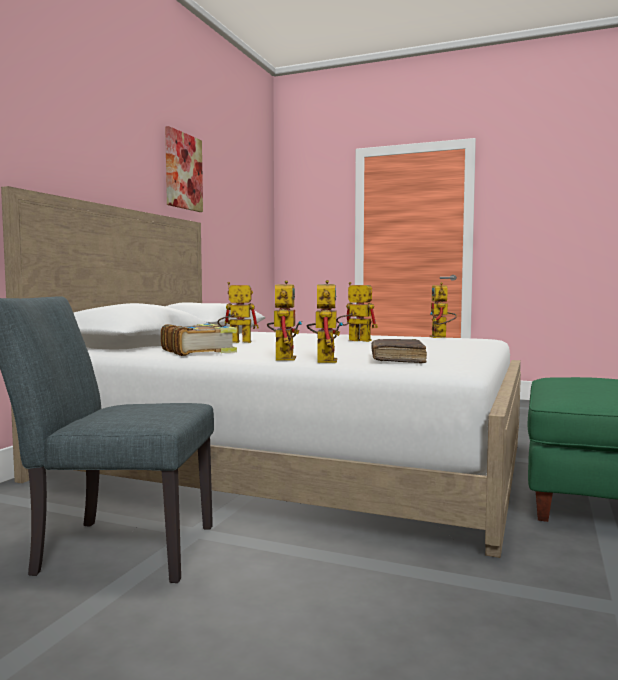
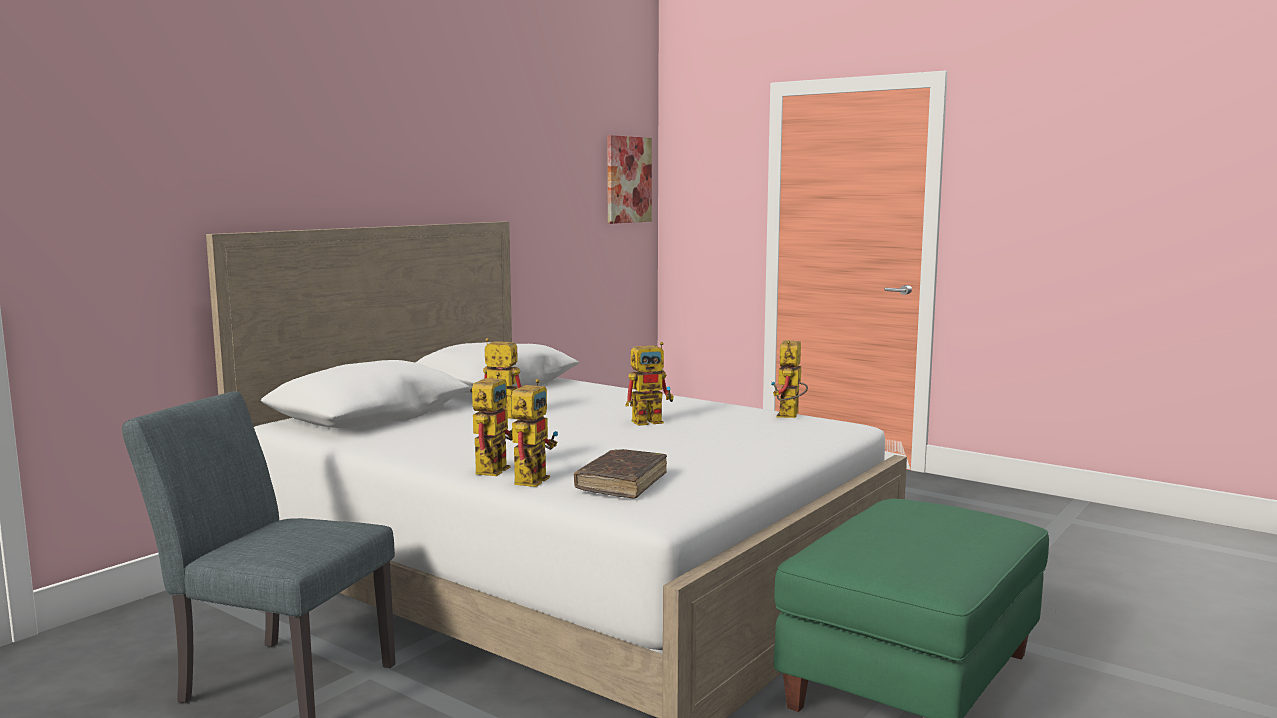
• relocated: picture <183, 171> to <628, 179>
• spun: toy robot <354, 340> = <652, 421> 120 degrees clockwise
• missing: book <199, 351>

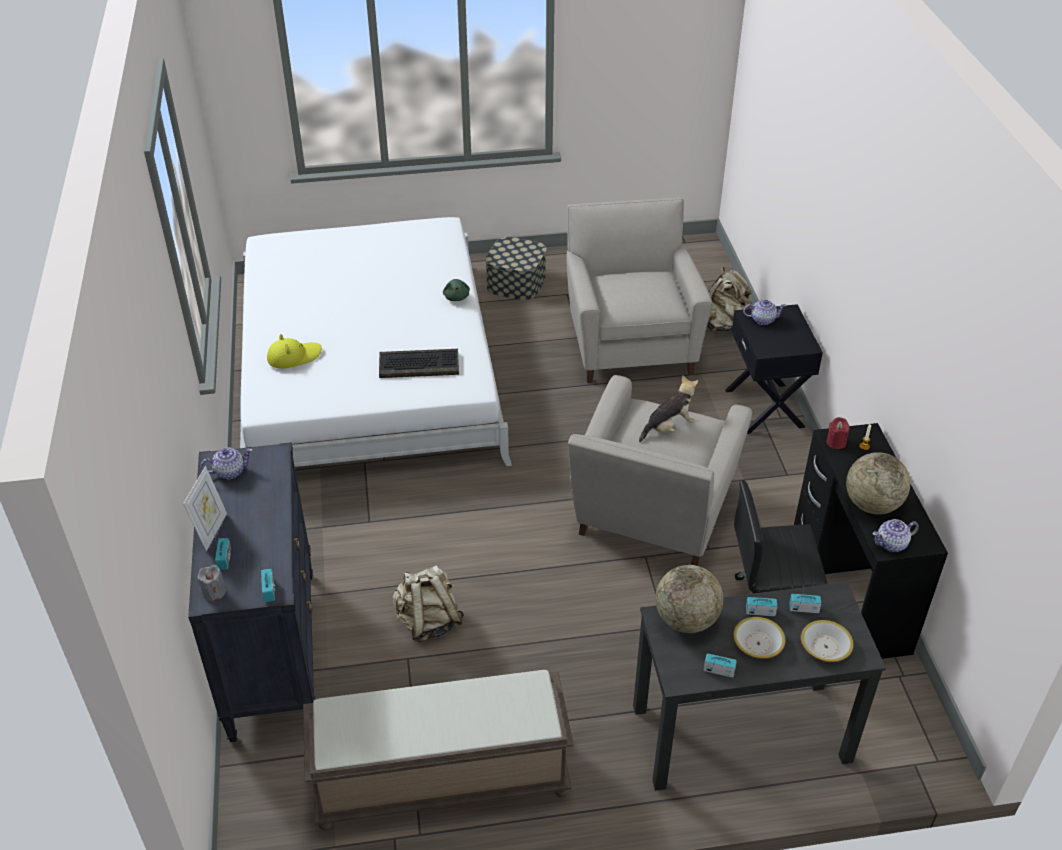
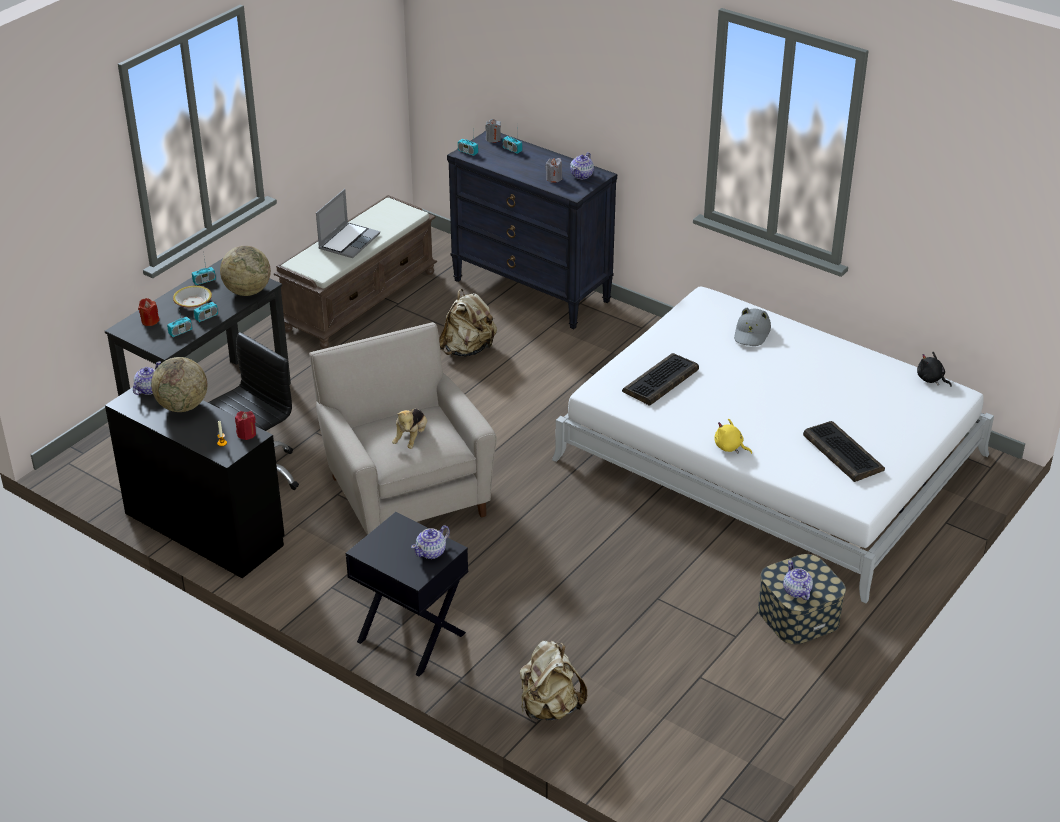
• missing: beige armchair <629, 340>
• colour: green plush toy <456, 297> to yellow plush toy <730, 447>
• colour: yellow hat <294, 356> to grey hat <752, 333>
• missing: picture frame <211, 531>
• exchanged: bowl <825, 647> to red candle <150, 321>
• appeared: grey candle <553, 179>
• appeared: laptop <349, 241>
• appeared: black plush toy <931, 379>
• appeared: keyboard <841, 452>
• appeared: teapot <796, 591>

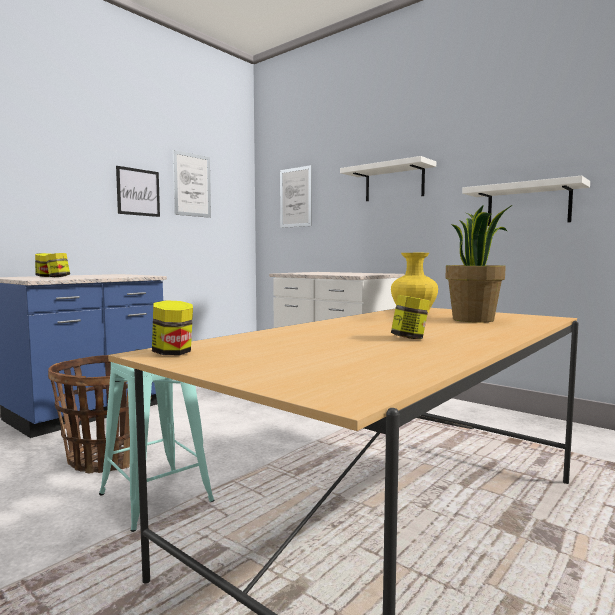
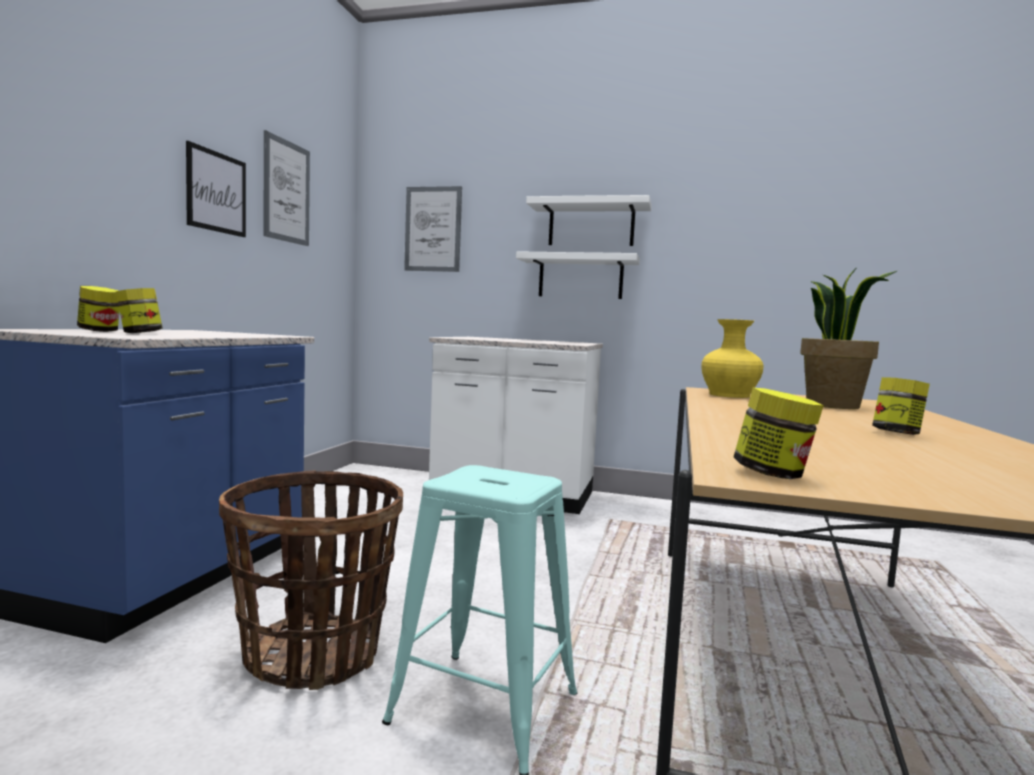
• relocated: white shelf <528, 205> to <580, 277>

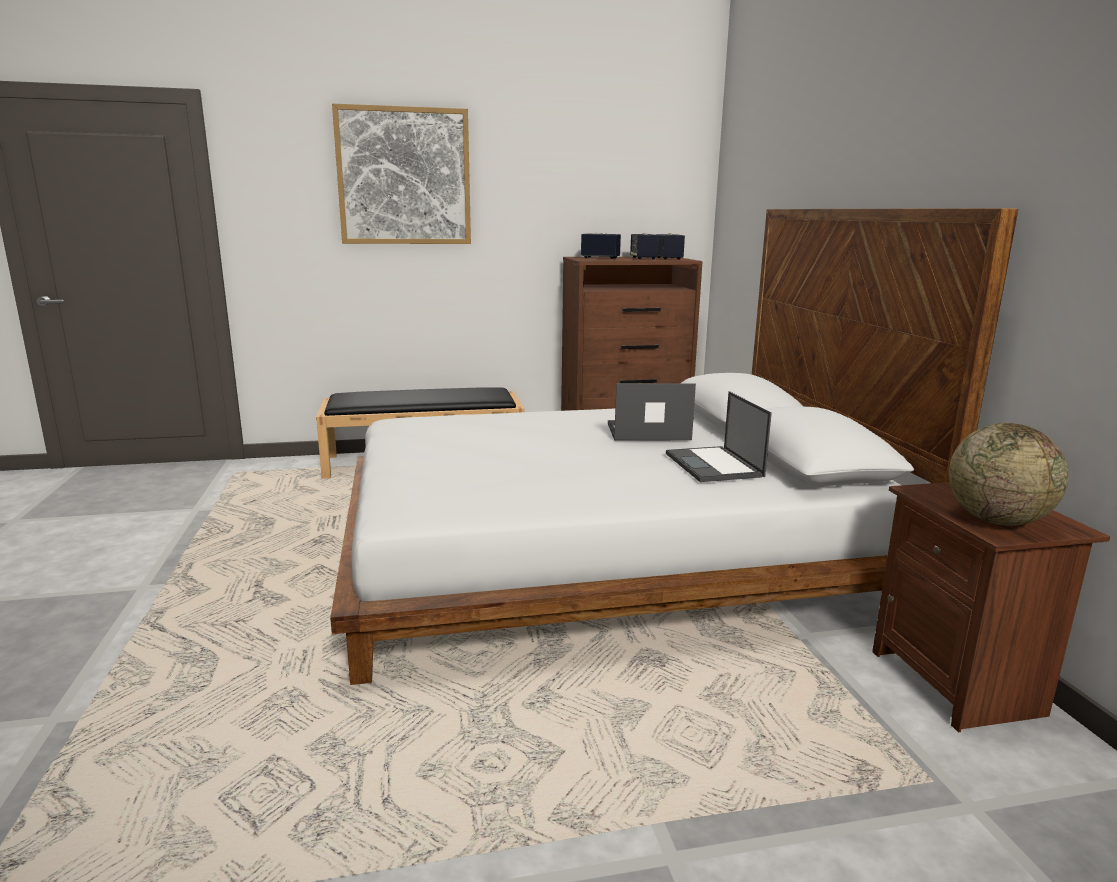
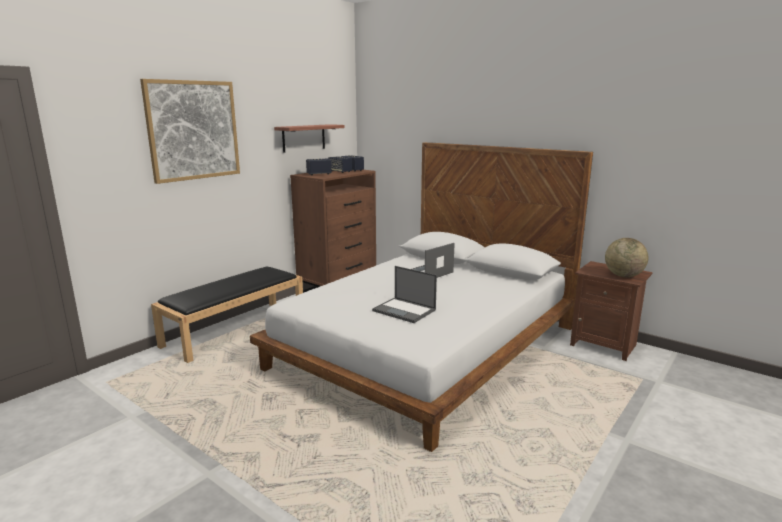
• relocated: laptop <714, 465> to <405, 310>
• appeared: shelf <303, 138>

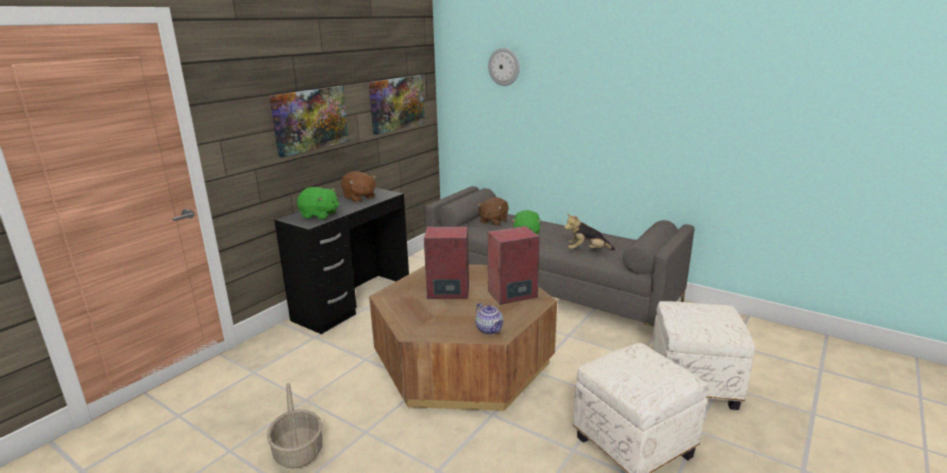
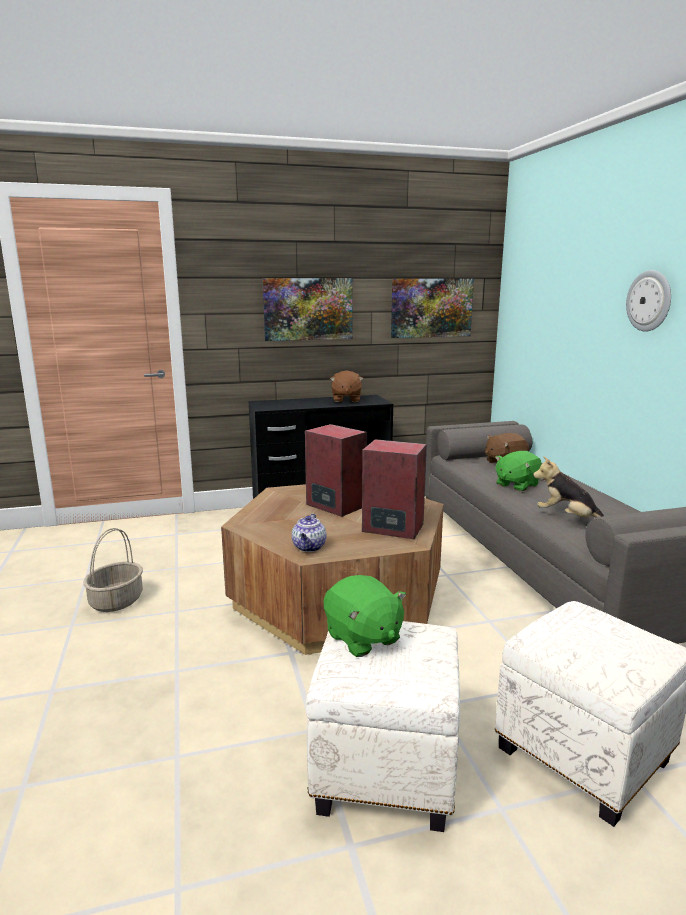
• relocated: wall clock <504, 66> to <649, 301>
• relocated: green plush toy <319, 215> to <362, 638>

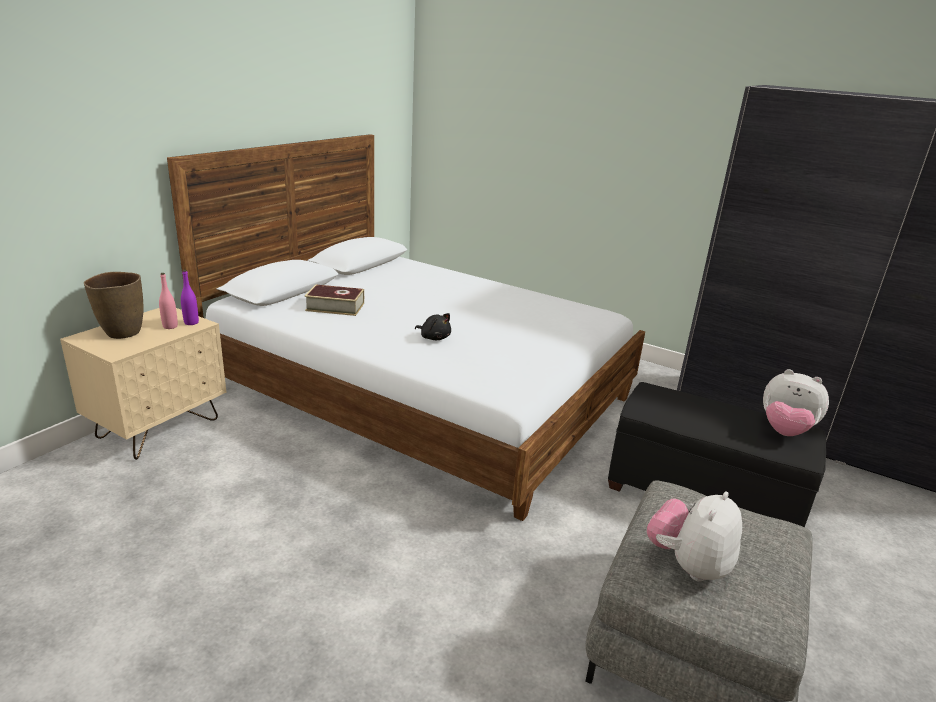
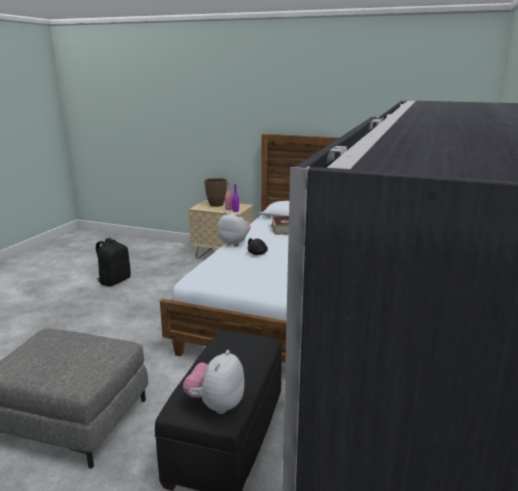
• relocated: plush toy <688, 565> to <234, 243>
• appeared: black backpack <114, 281>

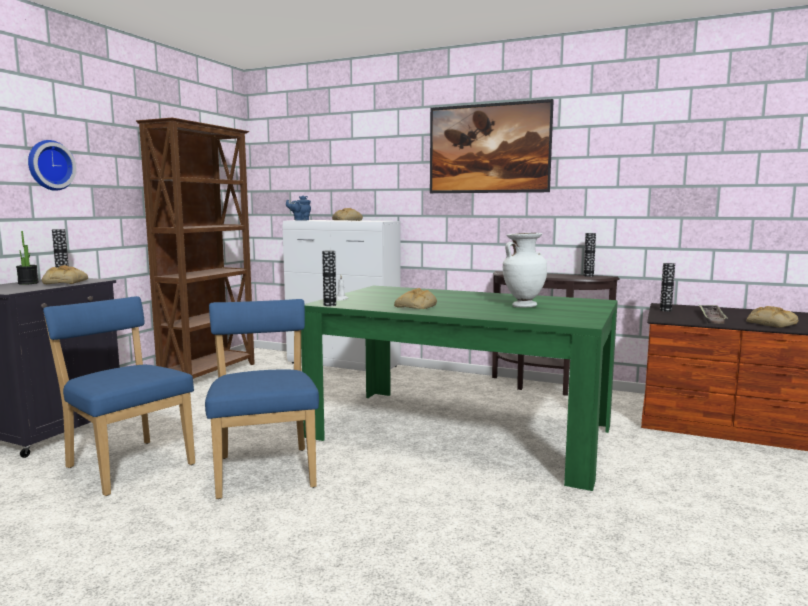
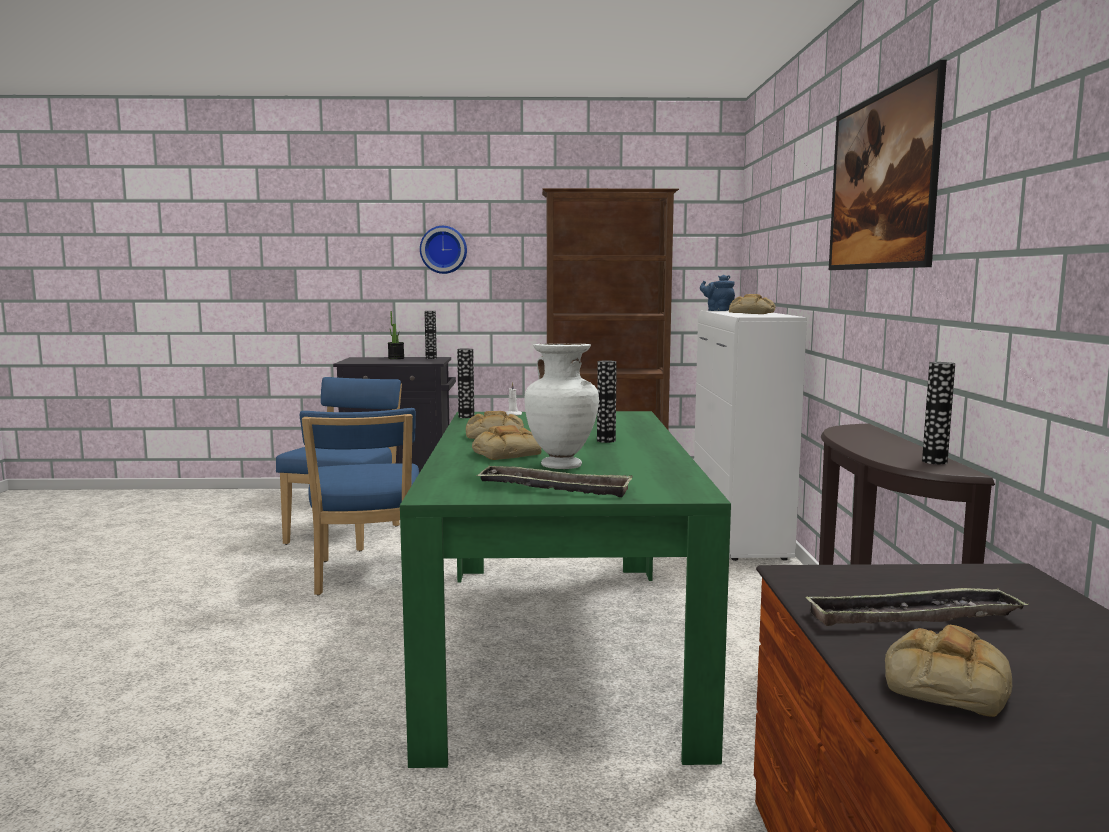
• relocated: vase <665, 310> to <606, 440>
• relocated: bread <65, 282> to <507, 453>
• spun: blue chair <265, 469> = <366, 577> 120 degrees clockwise
• appeared: tray <554, 488>

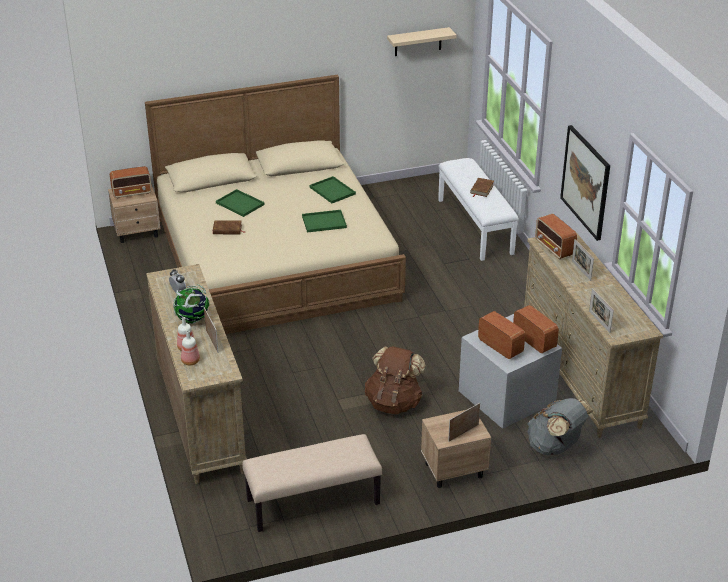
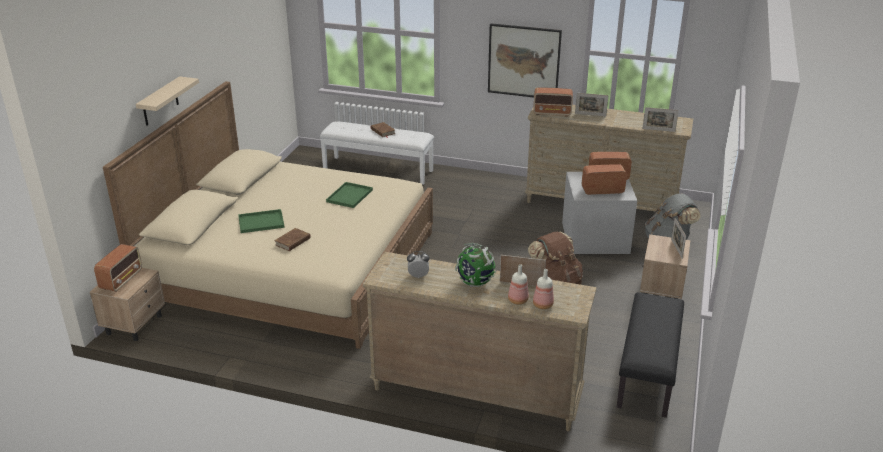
• relocated: beige shelf <418, 42> to <160, 102>
• missing: green tray <331, 190>
• colour: beige bench <313, 502> to black bench <648, 373>

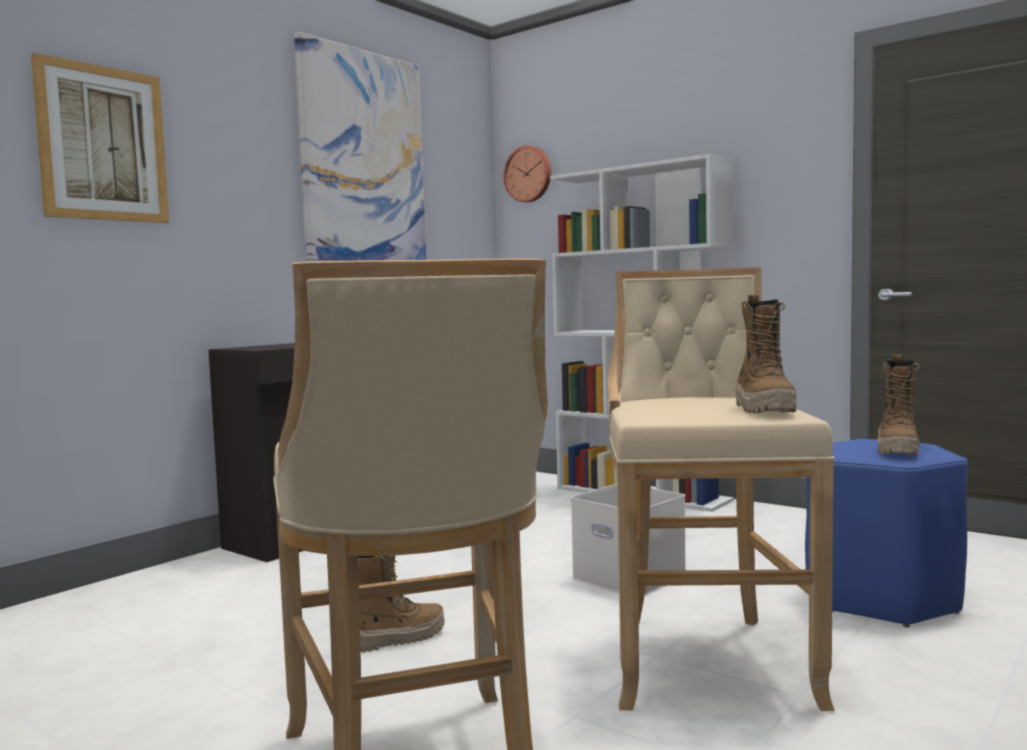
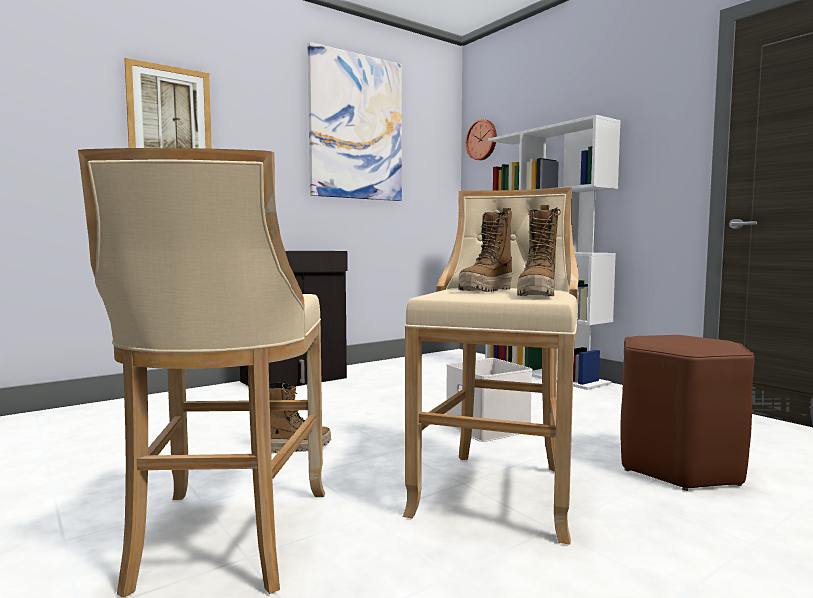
• relocated: boot <897, 451> to <487, 291>
• colour: blue stool <881, 599> to brown stool <679, 466>

